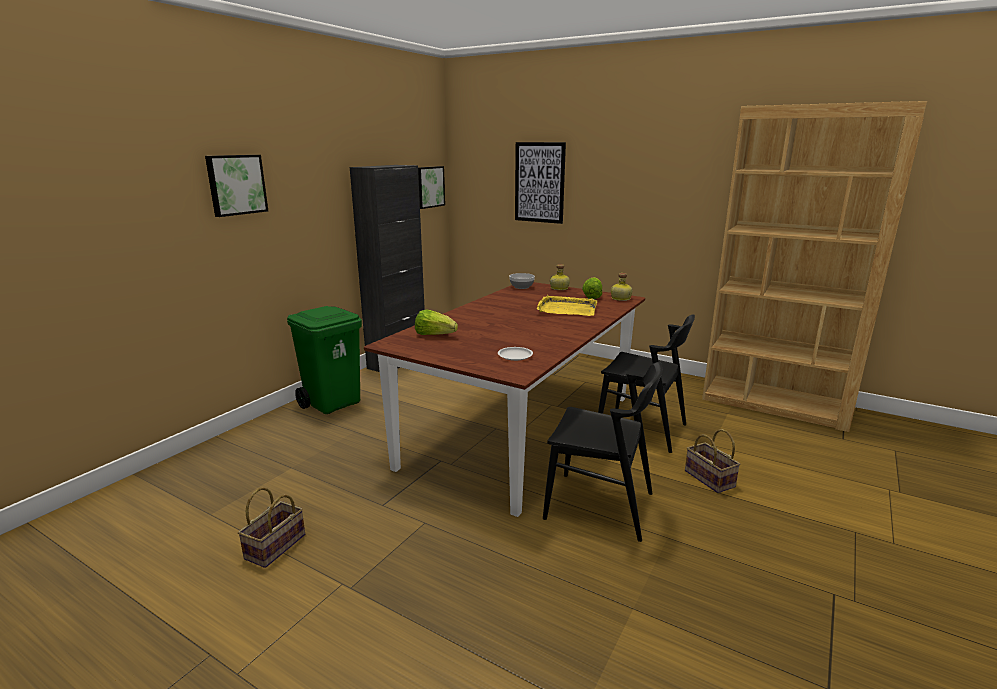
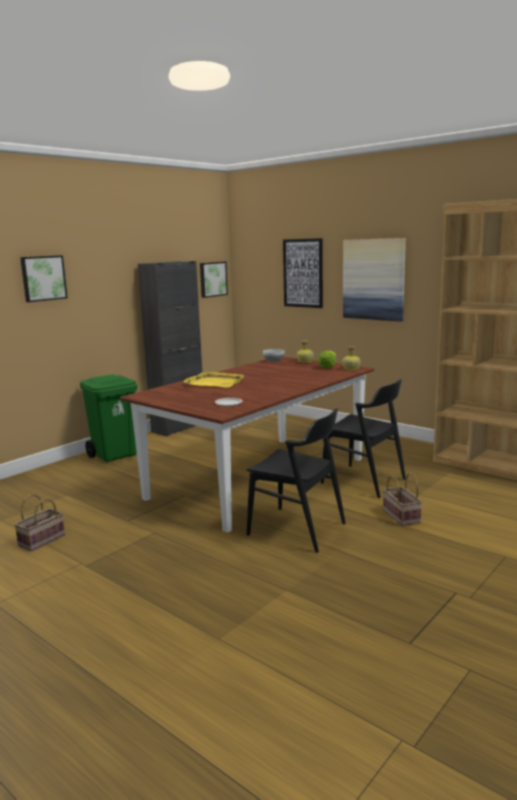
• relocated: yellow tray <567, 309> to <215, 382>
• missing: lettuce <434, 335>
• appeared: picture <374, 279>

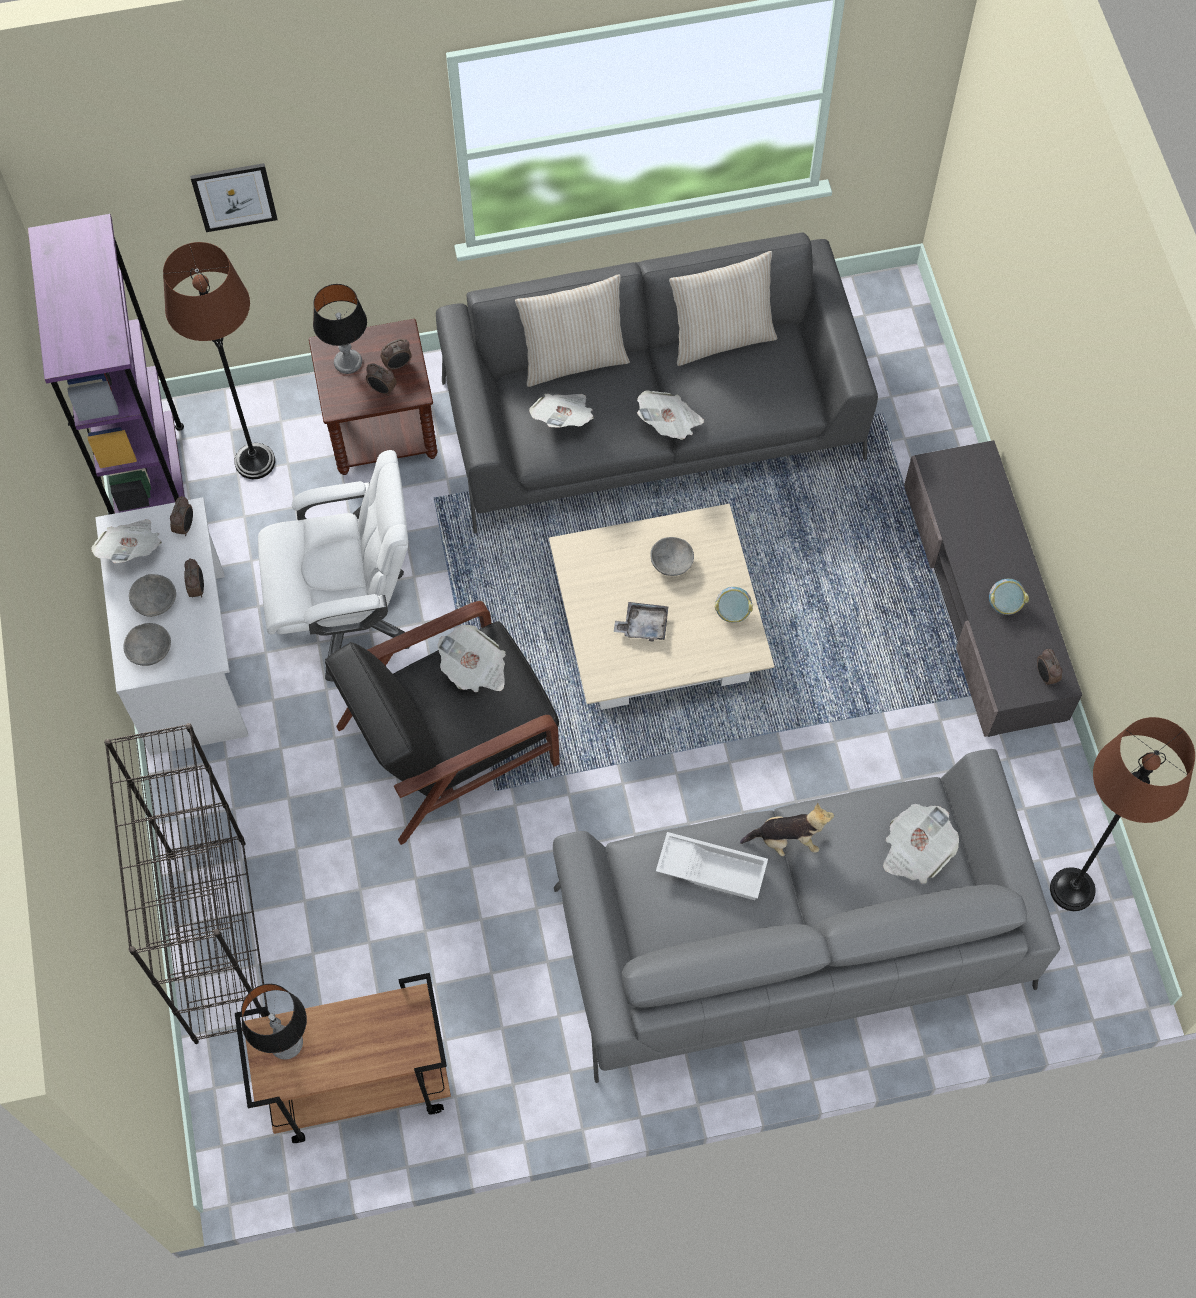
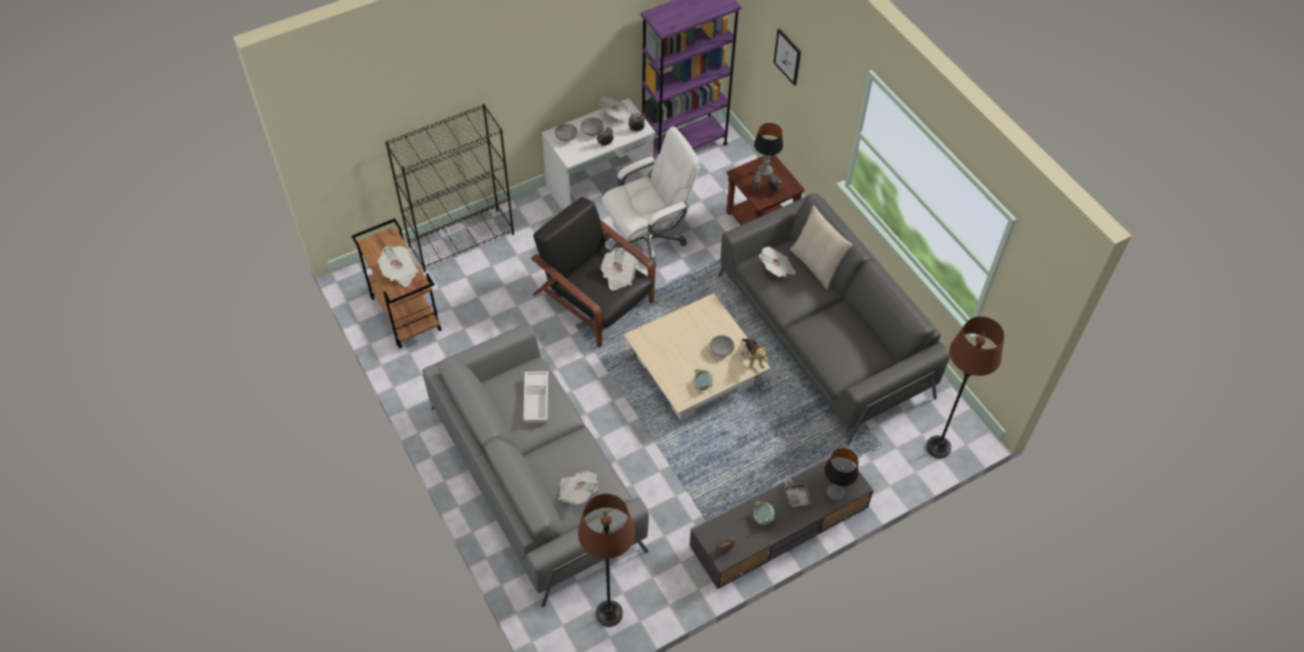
• relocated: brown floor lamp <255, 462> to <938, 447>
• missing: beige pillow <721, 338>
• relocated: newspaper <669, 424> to <400, 272>
• spun: white office chair <348, 616> = <648, 239> 90 degrees counterclockwise
• relocated: grey tray <643, 625> to <796, 496>
• relocated: plush toy <787, 840> to <752, 358>
• relocated: table lamp <286, 1042> to <835, 492>

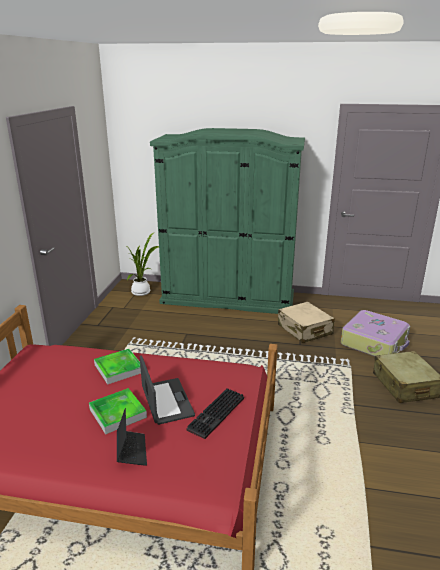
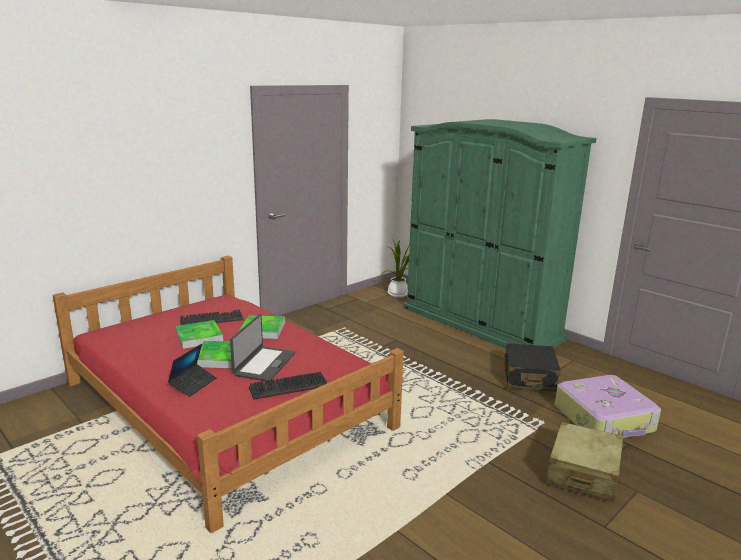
• colour: beige suitcase <304, 329> to black suitcase <529, 377>
• appeared: keyboard <212, 319>
• appeared: tray <199, 337>

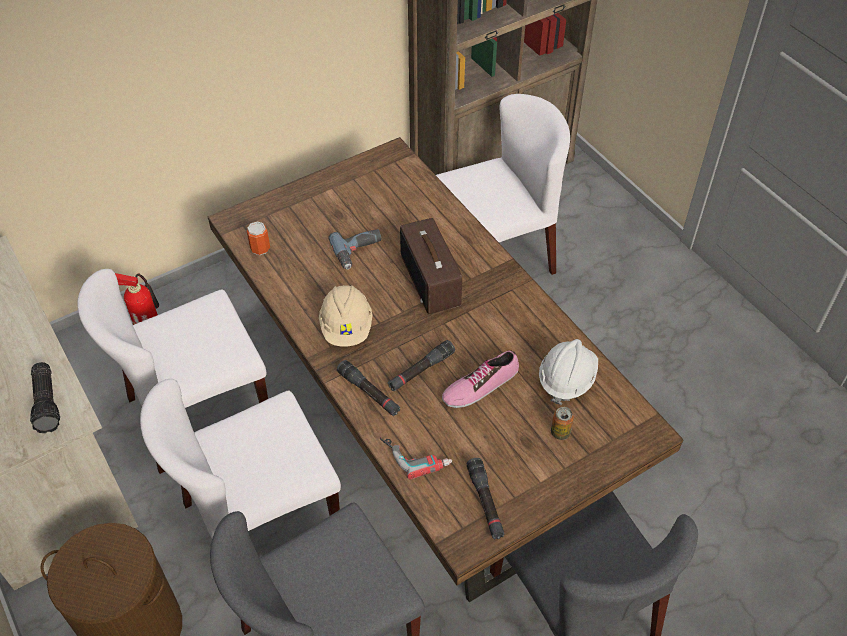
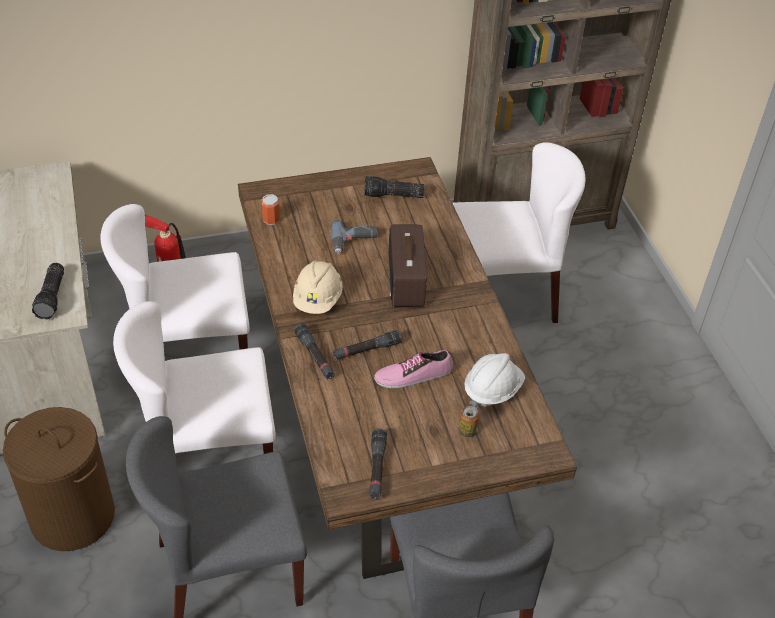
• missing: power drill <416, 453>
• appeared: flashlight <393, 196>

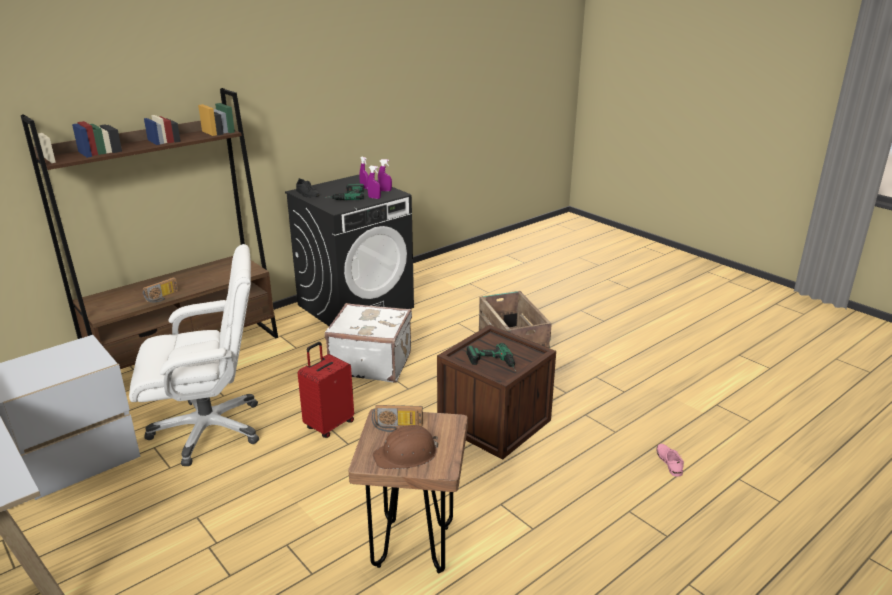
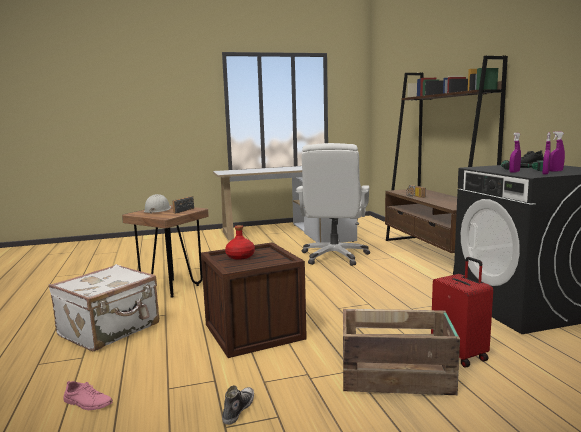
• relocated: white suitcase <371, 363> to <110, 330>
• relocated: red suitcase <329, 425> to <460, 354>
• exchanged: power drill <493, 364> to red bottle <240, 256>
• colour: brown hard hat <406, 454> to white hard hat <157, 210>
• appeared: shoe <238, 409>

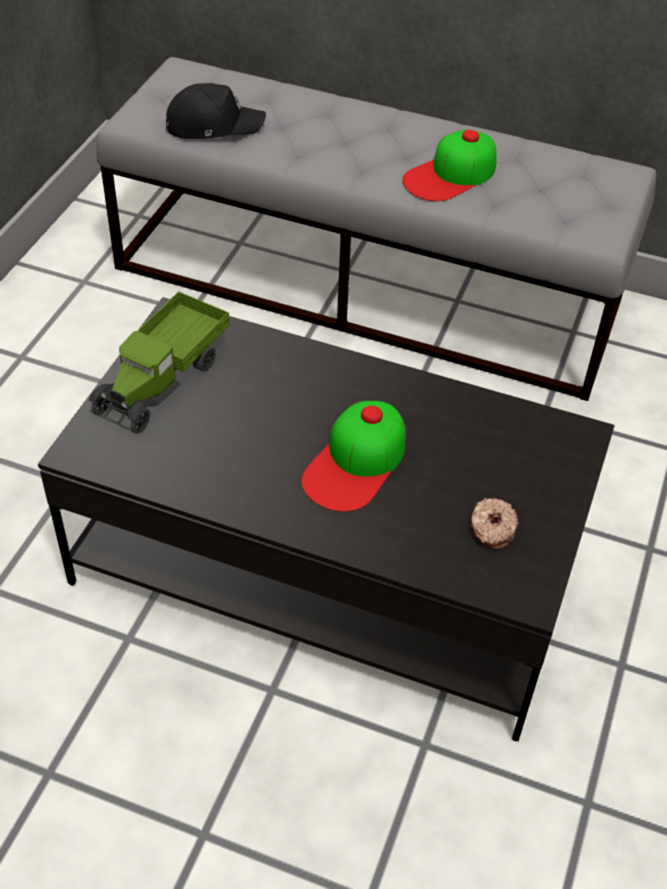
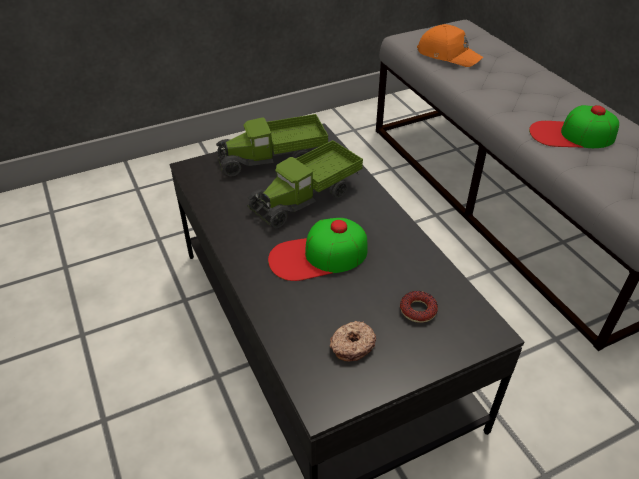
• colour: black cap <213, 125> to orange cap <448, 55>
• appeared: toy truck <306, 198>
• appeared: donut <418, 310>

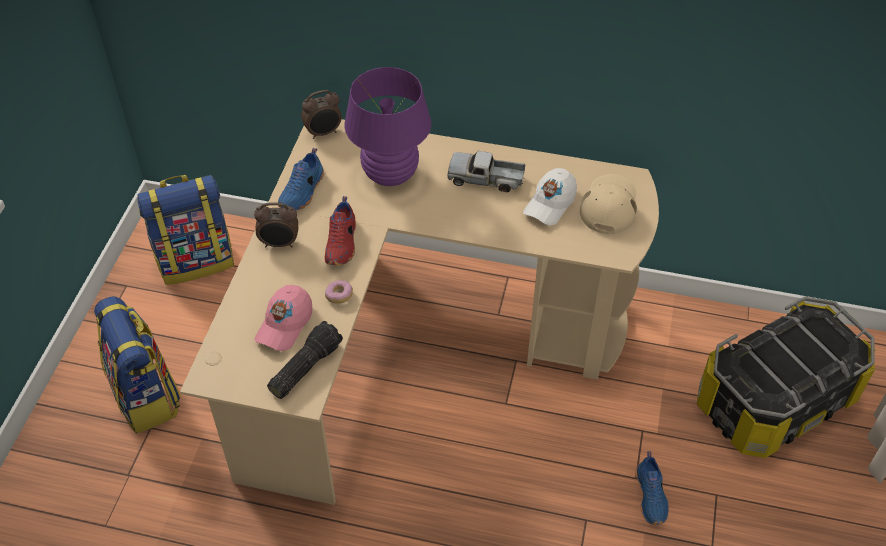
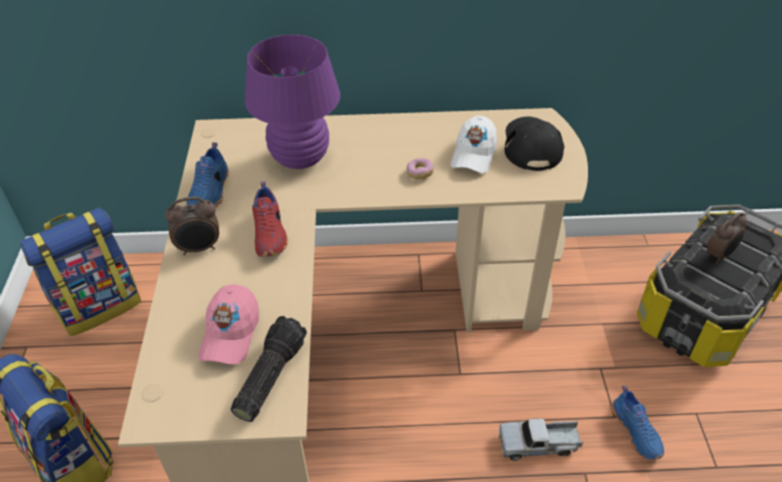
• relocated: alarm clock <324, 133> to <720, 255>
• relocated: toy truck <486, 179> to <538, 443>
• colour: beige cap <609, 206> to black cap <531, 145>
• relocated: donut <339, 296> to <419, 173>

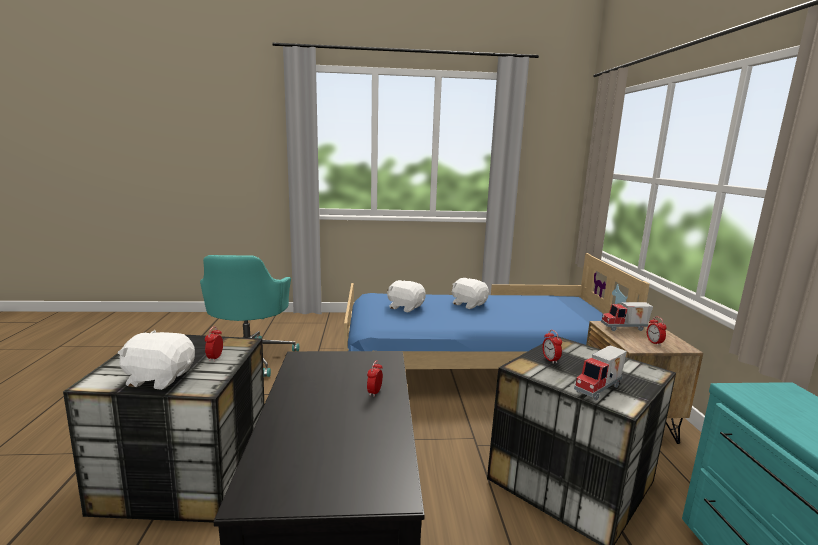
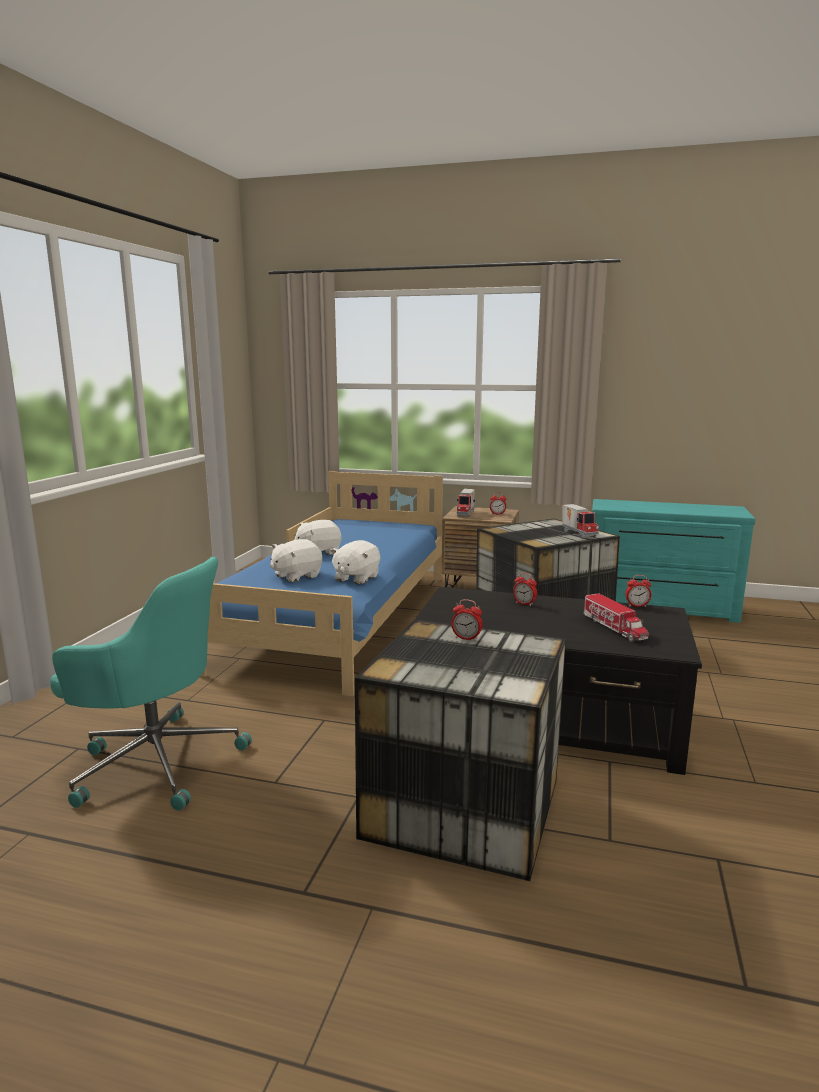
• relocated: white plush toy <160, 378> to <356, 578>
• relocated: alarm clock <550, 360> to <637, 606>
• appeared: toy truck <614, 627>

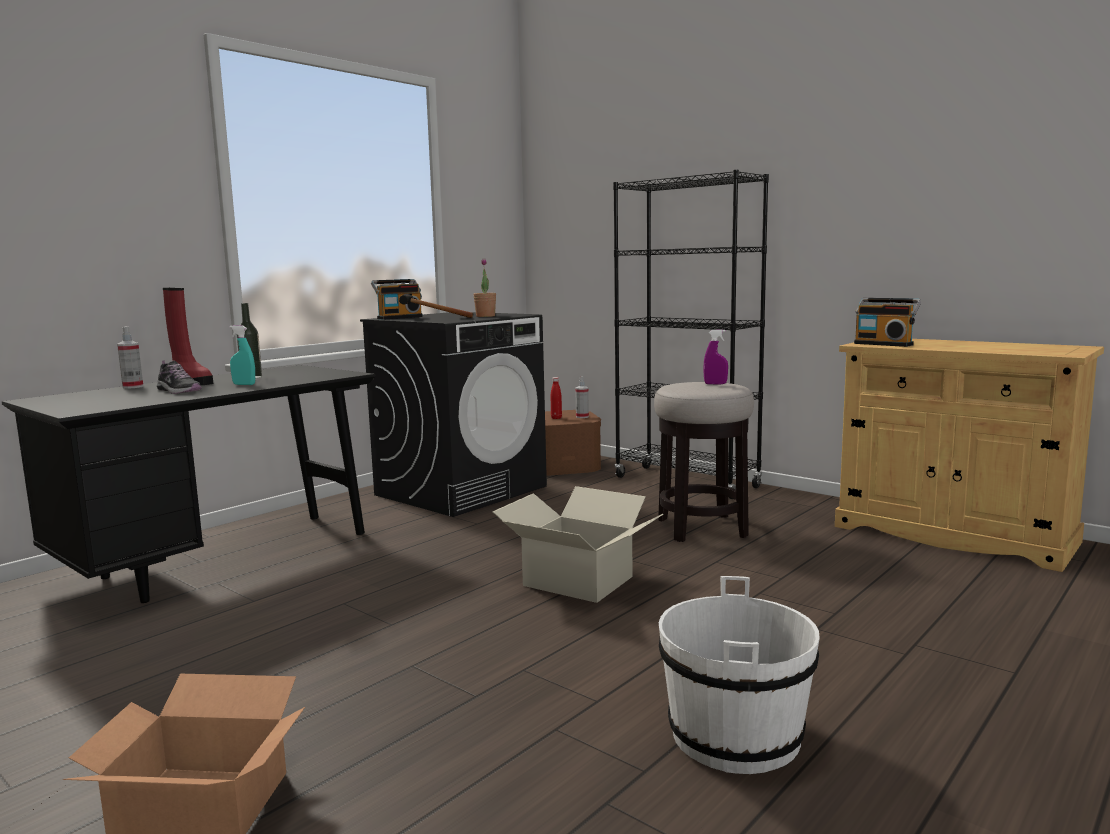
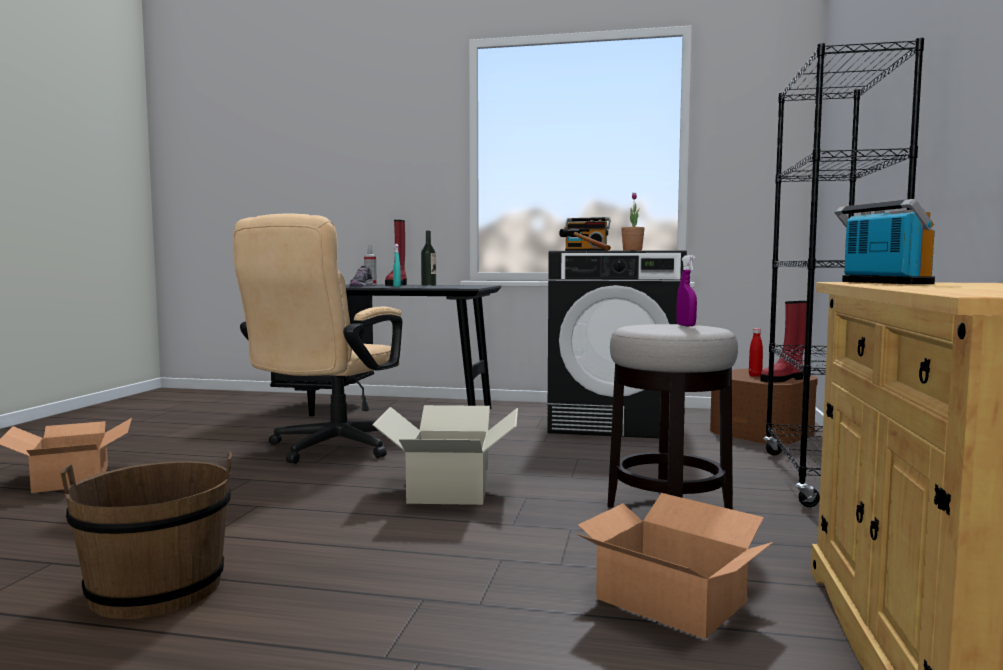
• spun: radio <884, 344> = <881, 283> 150 degrees clockwise
• exchanged: spray bottle <582, 417> to red boot <783, 379>
• colour: white bucket <734, 735> to brown bucket <156, 590>
• appeared: beige office chair <328, 449>
• appeared: cardboard box <671, 602>

